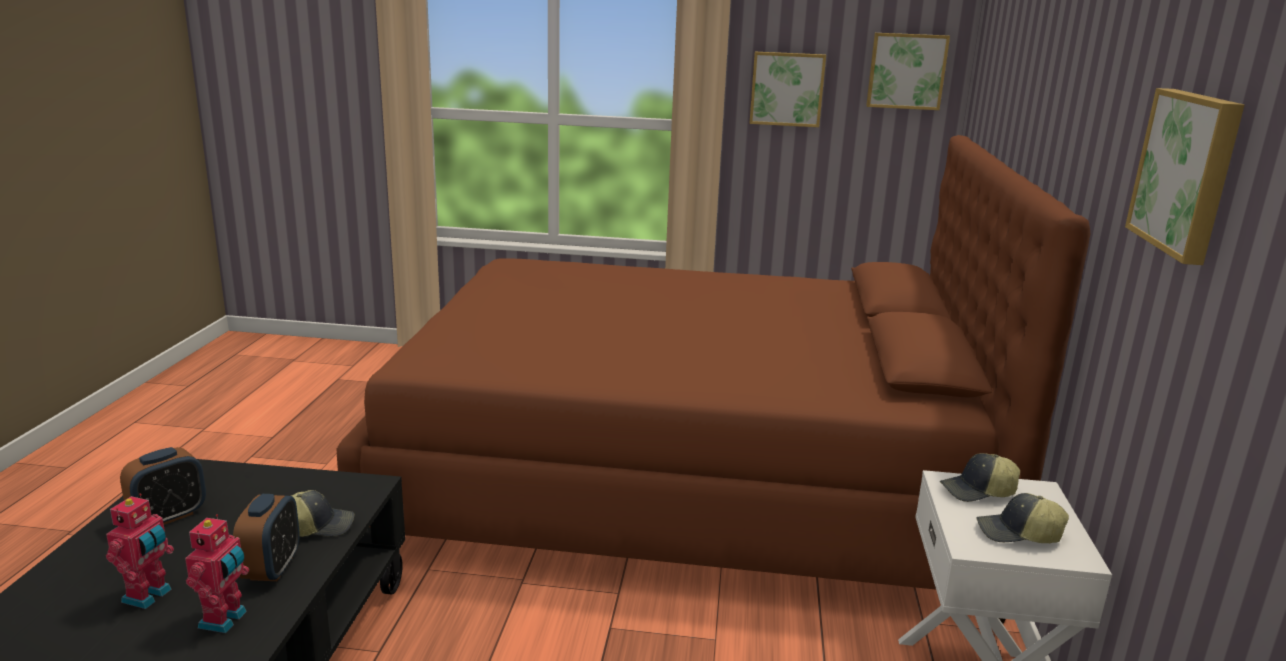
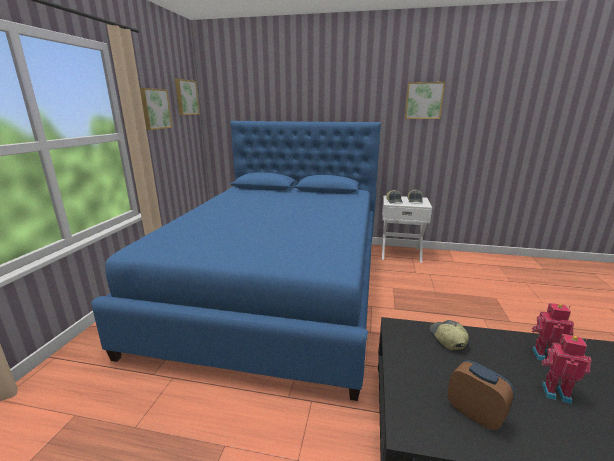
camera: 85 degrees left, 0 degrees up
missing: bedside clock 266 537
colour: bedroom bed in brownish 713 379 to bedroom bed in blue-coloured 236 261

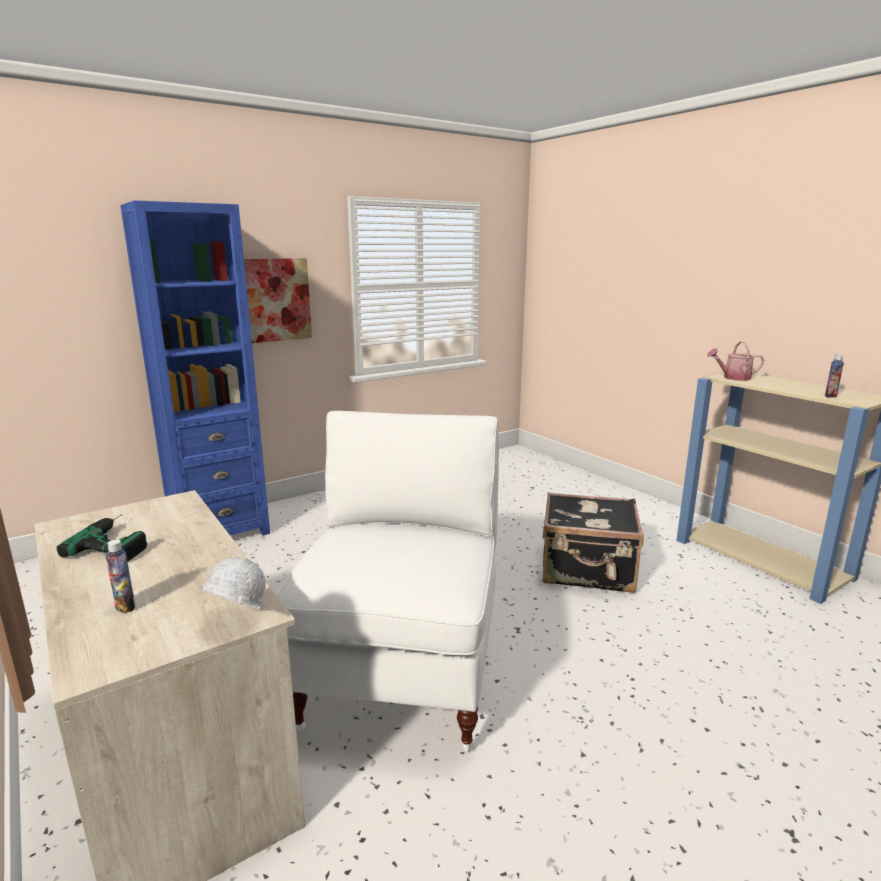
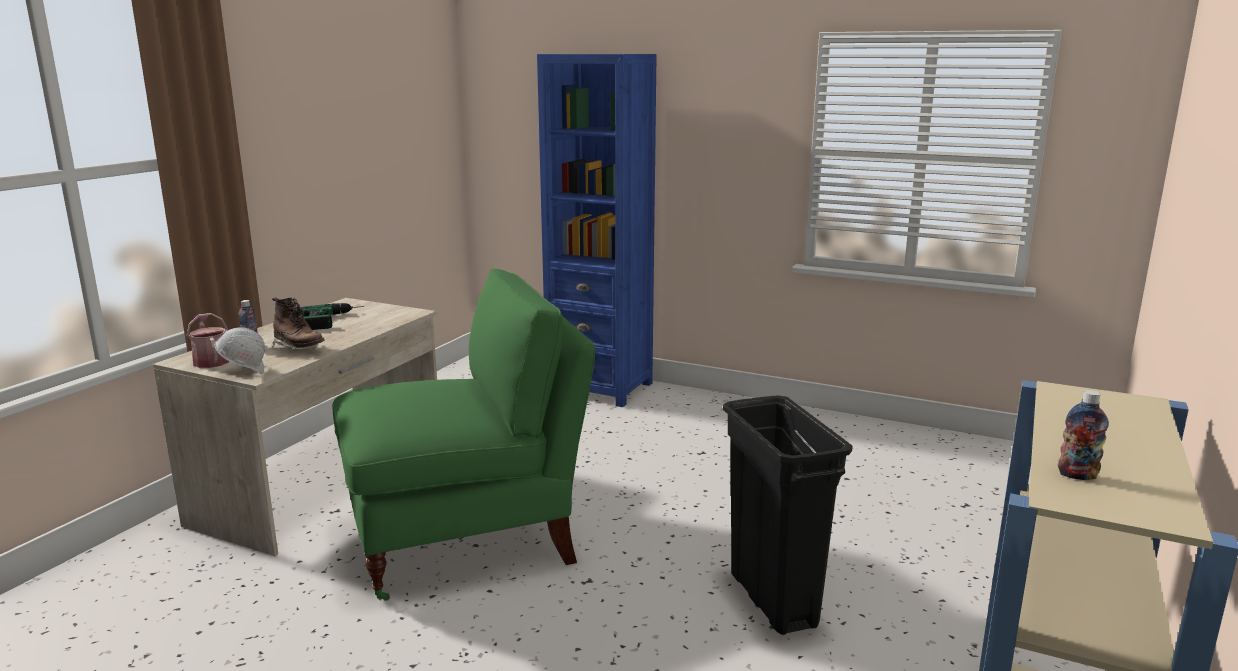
camera: 60 degrees right, 0 degrees up
missing: wall picture 278 300
appeared: boot in brownish 298 323
relocated: watering pot 735 361 to 208 340
exchanged: piece of luggage in blackish 593 542 to rubbish bin in blackish 788 515
colour: plain chair in white 387 581 to plain chair in greenish 463 435

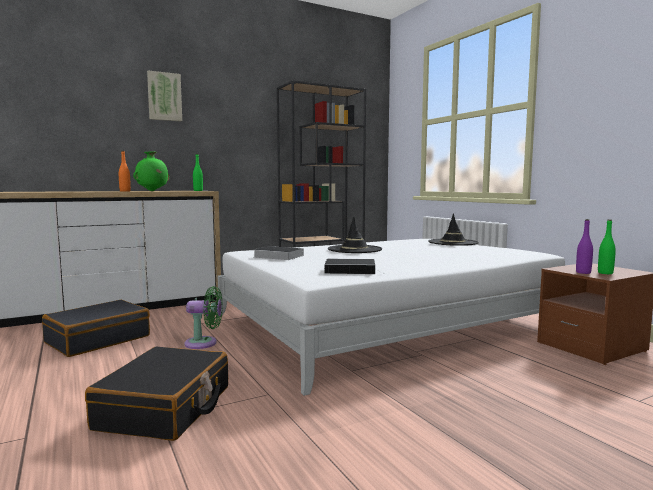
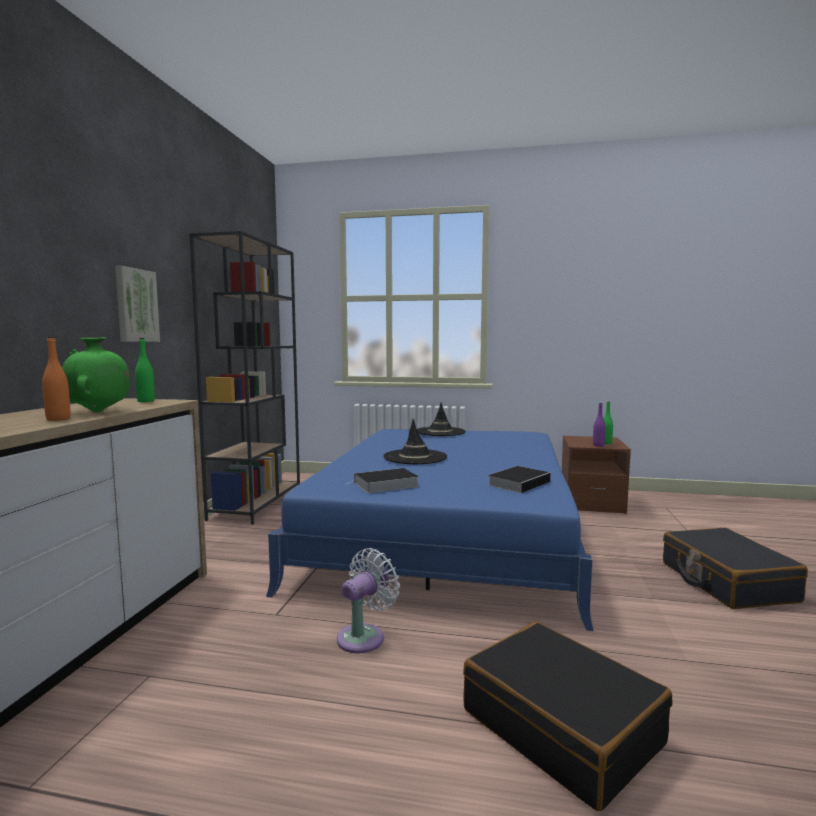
camera: 50 degrees left, 0 degrees up
relocated: wall picture 164 96 to 137 304; piece of luggage in blackish 96 328 to 735 568
colour: bedroom bed in white 391 317 to bedroom bed in blue-coloured 430 530; electric fan in greenish 203 317 to electric fan in white 368 600

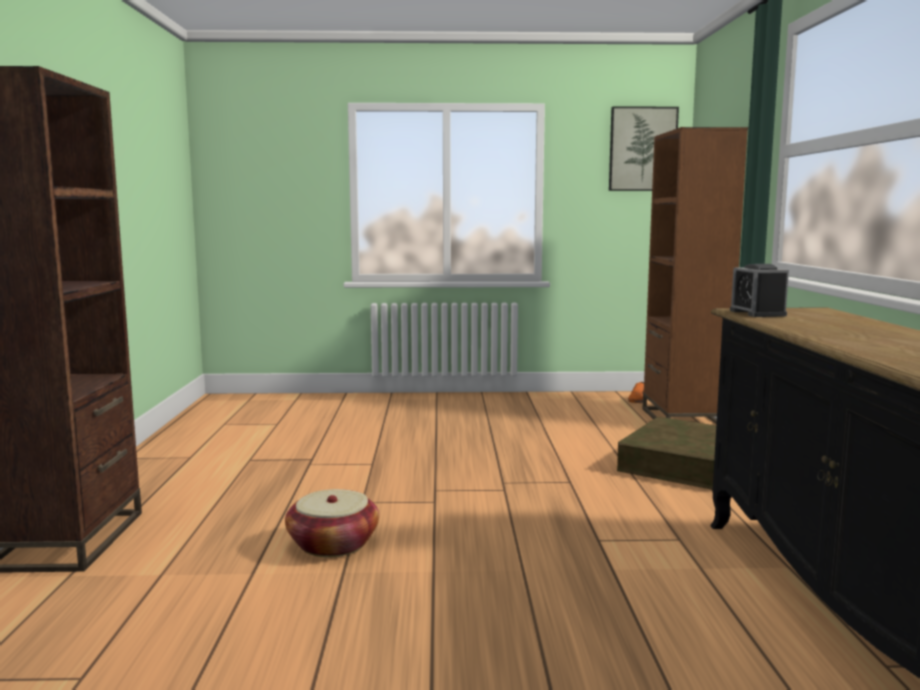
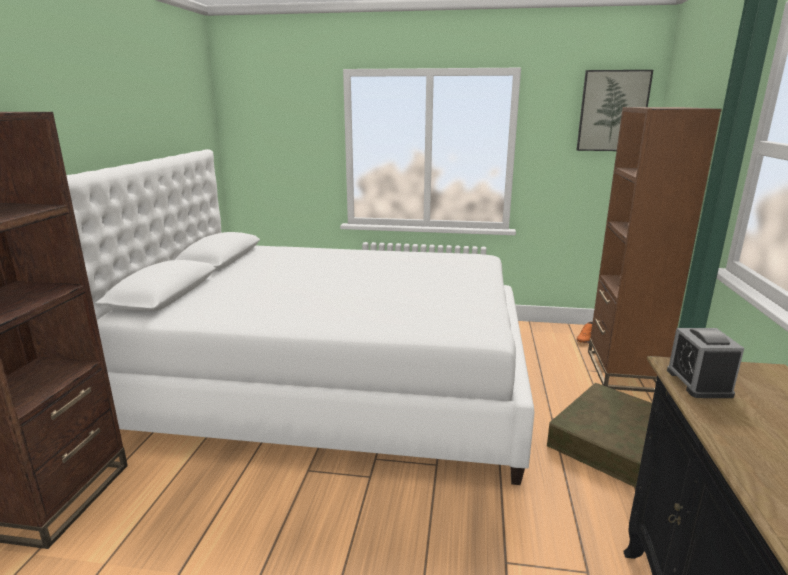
camera: 10 degrees right, 10 degrees up
missing: household basket 332 523
appeared: bedroom bed in white 300 317

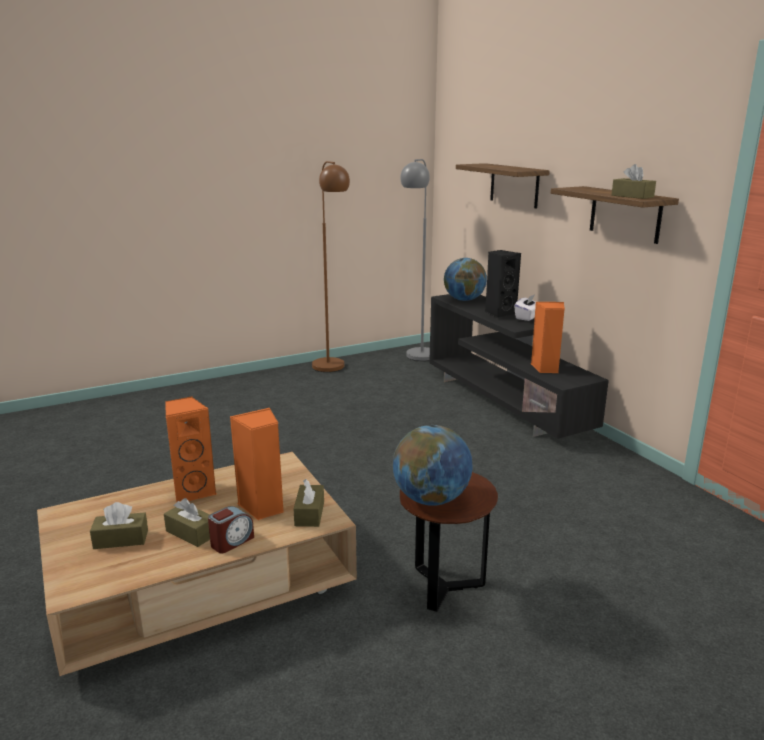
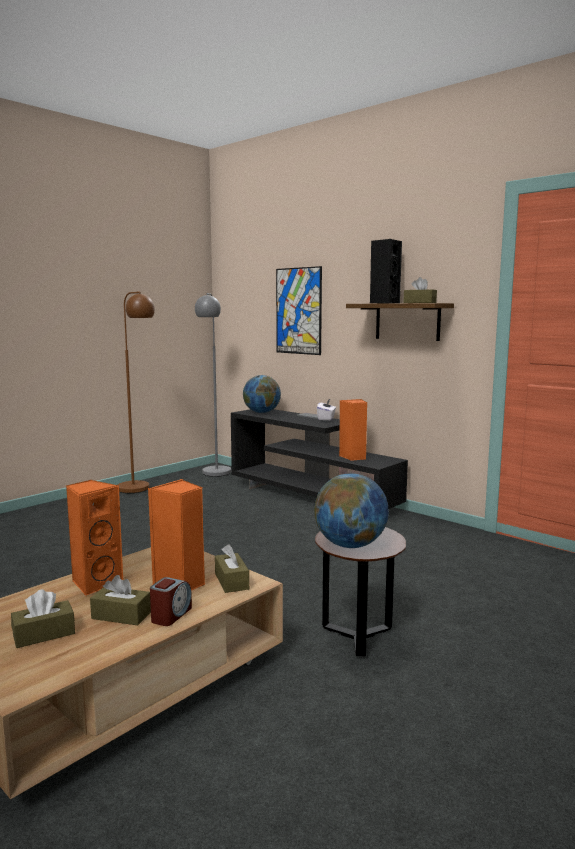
camera: 20 degrees left, 10 degrees down
relocated: audio speaker in blackish 503 284 to 386 271
exchanged: wall shelf 503 185 to wall picture 299 310

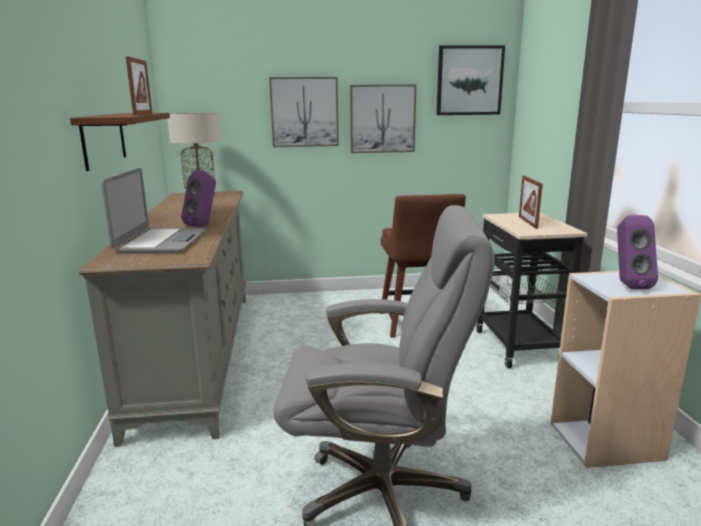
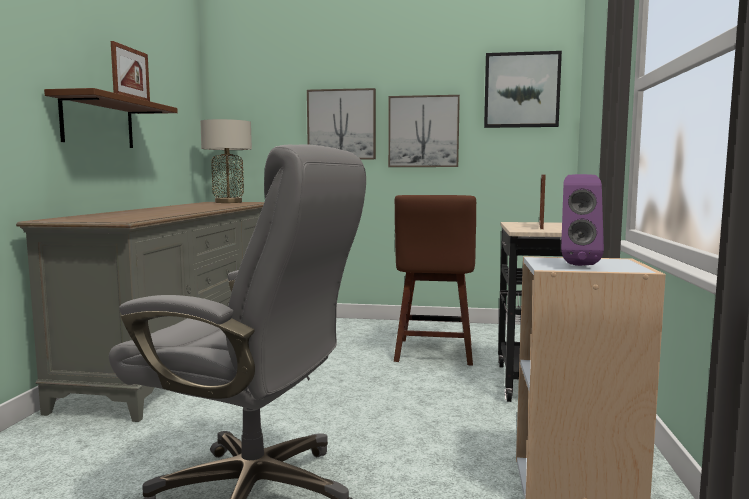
camera: 15 degrees right, 10 degrees down
missing: laptop 154 211; audio speaker in purple 198 198

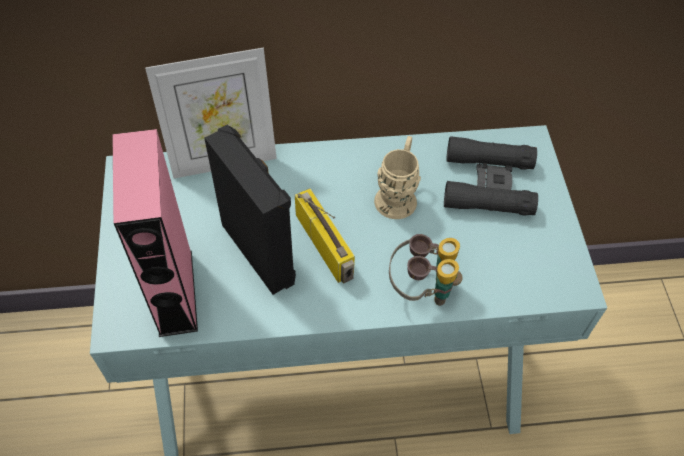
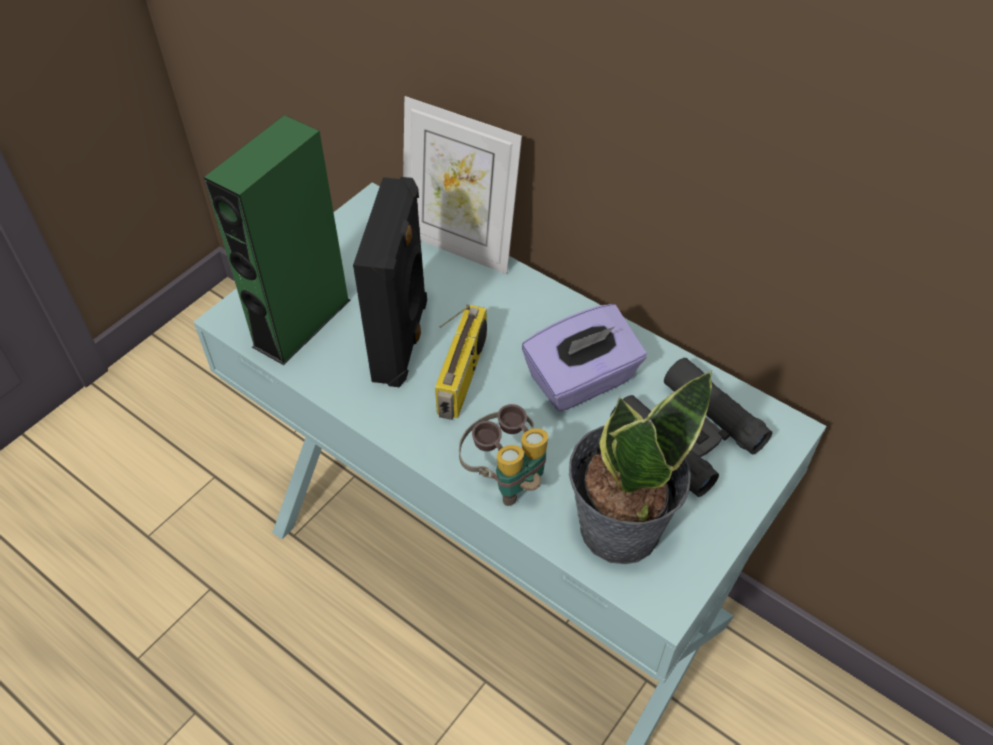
camera: 45 degrees right, 5 degrees down
appeared: plant in a pot 640 467
exchanged: tea mug in beige-coloured 397 177 to box of tissues in purple 584 358
colour: audio speaker in pinkish 155 233 to audio speaker in greenish 277 240

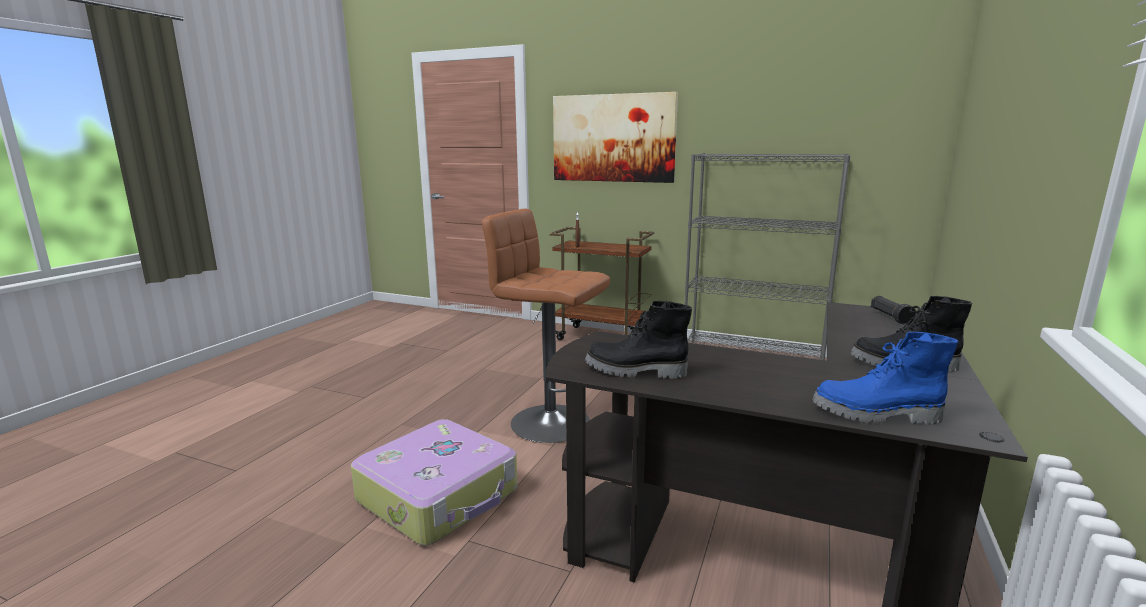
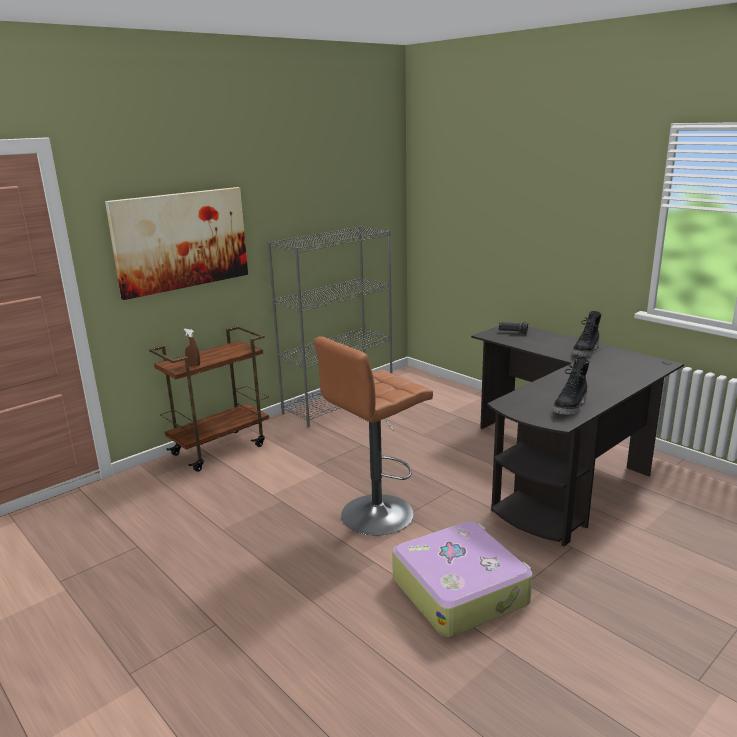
camera: 65 degrees left, 5 degrees up
missing: boot in blue-coloured 885 378

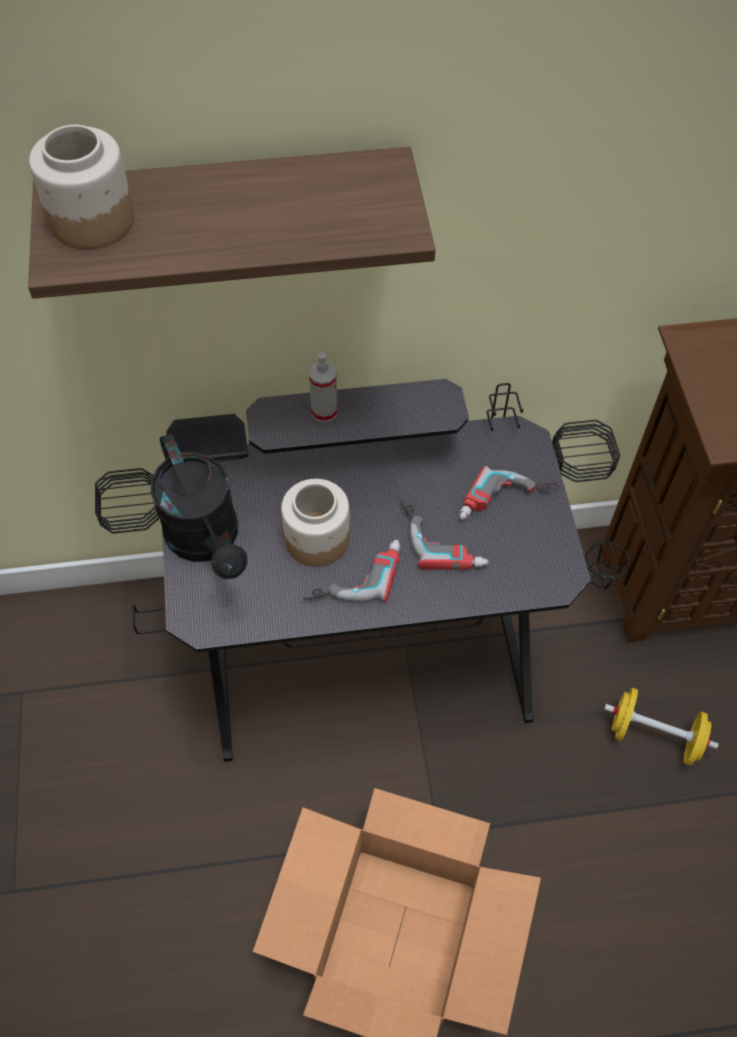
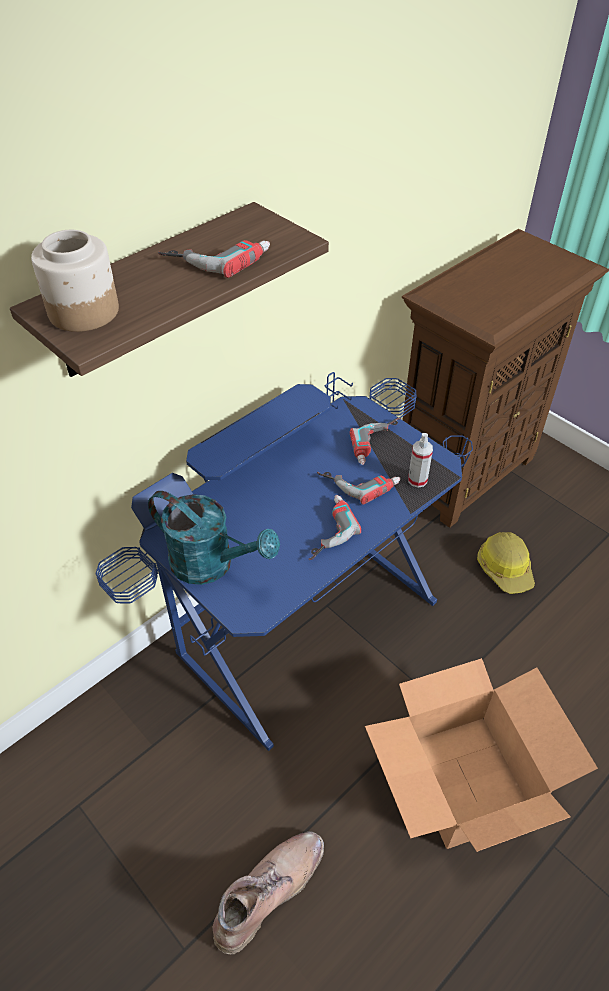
camera: 35 degrees left, 10 degrees down
missing: jar 315 523
appeared: drill 214 259; boot in brownish 268 892
relocated: hand sprayer 323 388 to 420 460
exchanged: dumbbell in yellow 661 727 to work helmet 506 563
colour: desk table in blackish 363 570 to desk table in blue-coloured 284 561; watering pot in blackish 199 507 to watering pot in turquoise-coloured 214 538

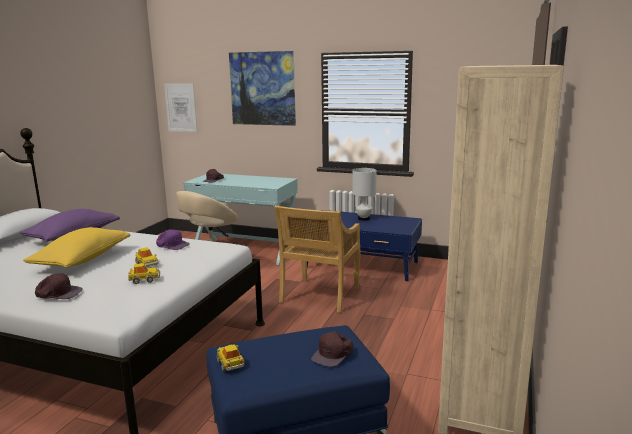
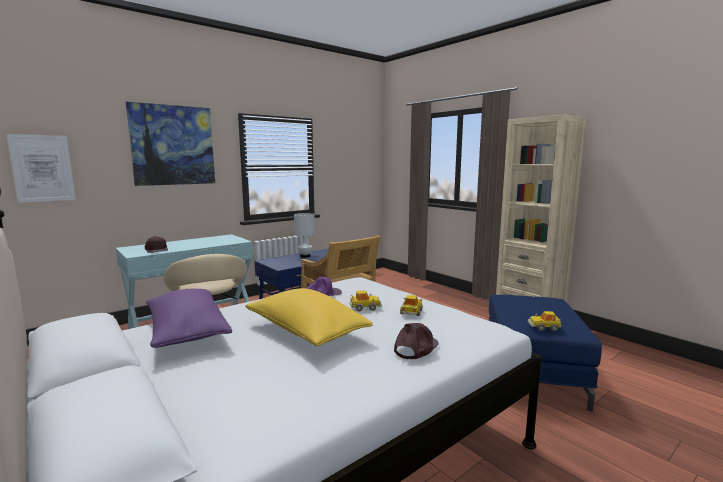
camera: 60 degrees left, 5 degrees down
missing: cap in brownish 332 349

